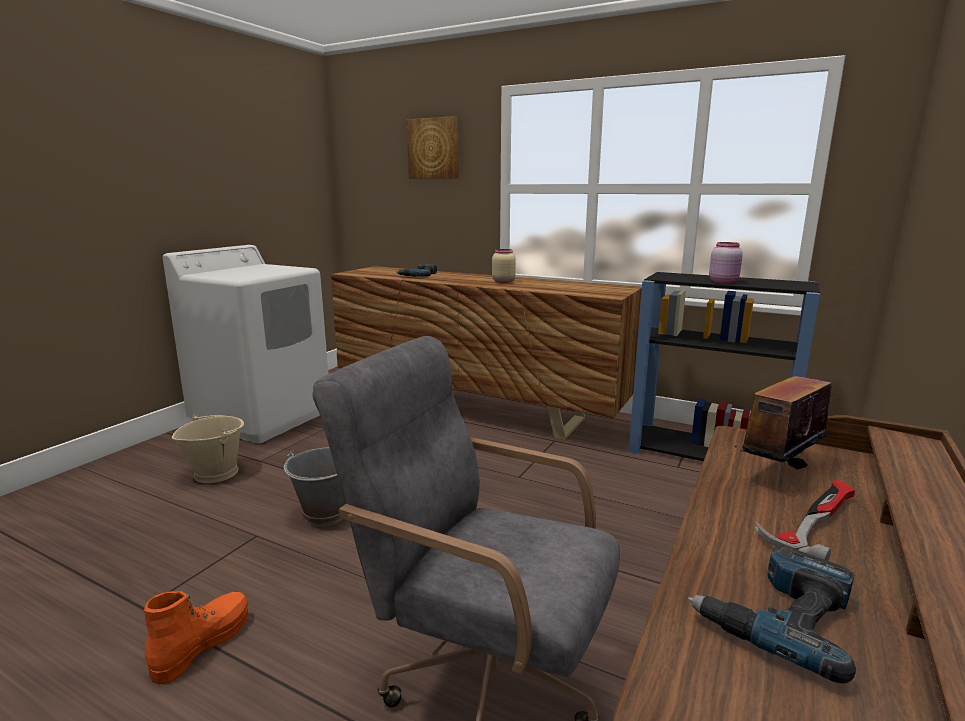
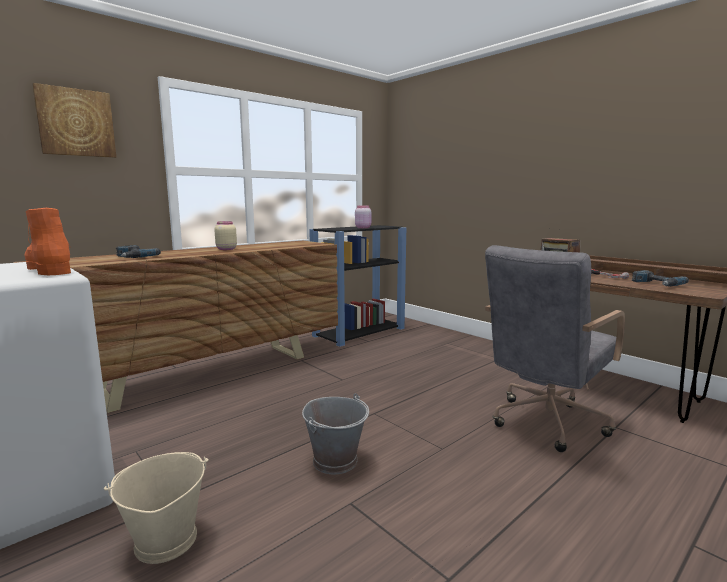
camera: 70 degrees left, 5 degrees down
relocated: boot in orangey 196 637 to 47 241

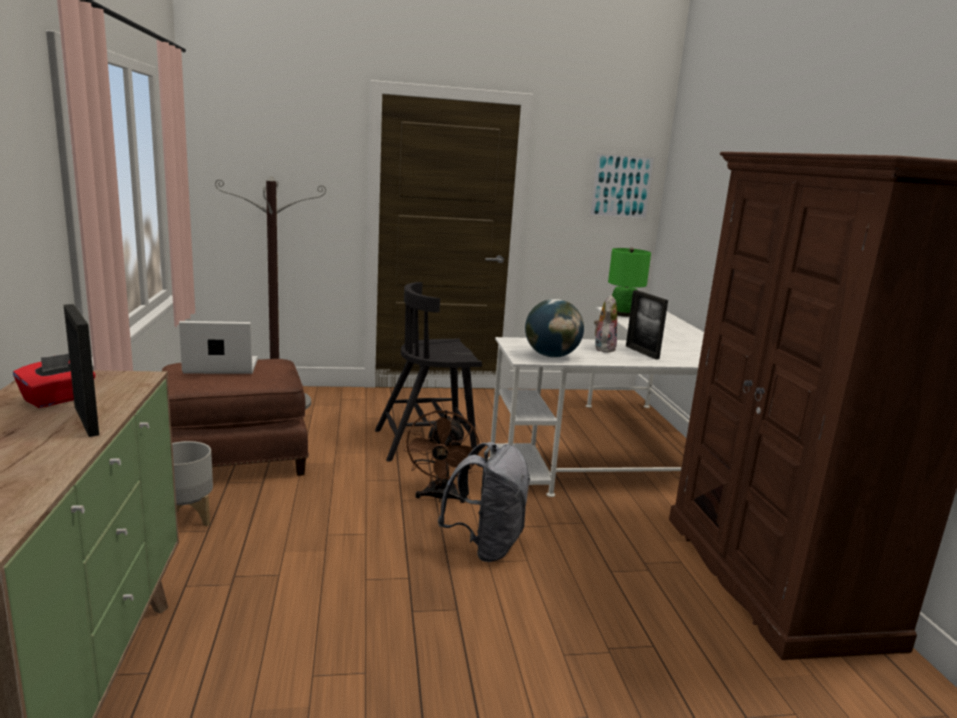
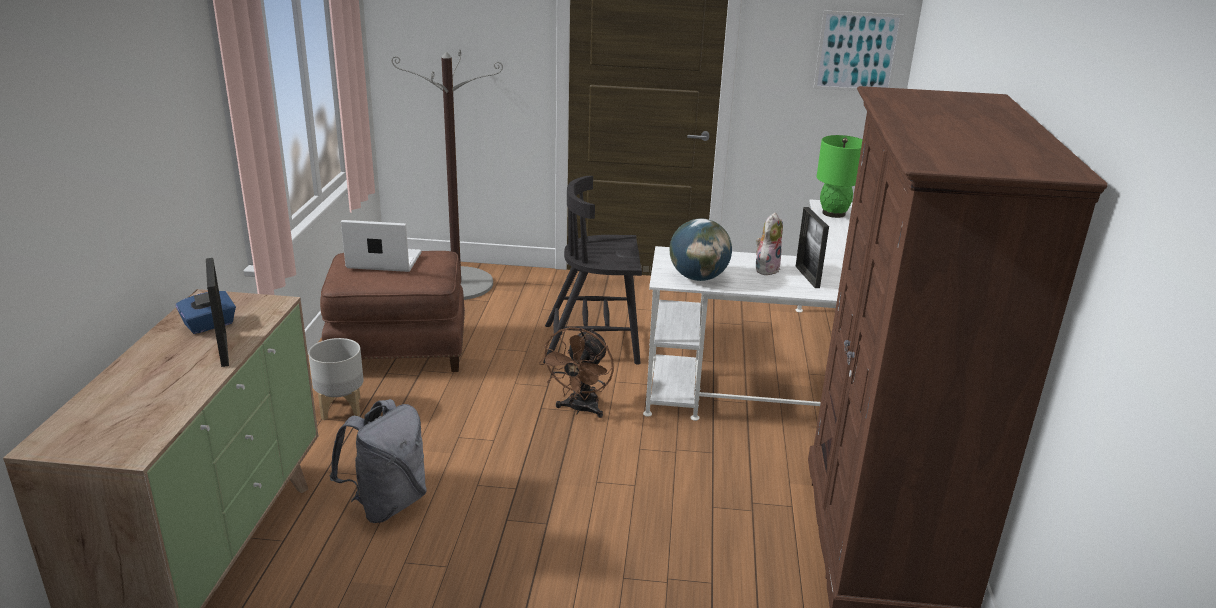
camera: 15 degrees right, 10 degrees up
relocated: backpack in greyish 484 502 to 378 461
colour: box of tissues in red-coloured 54 381 to box of tissues in blue-coloured 206 312

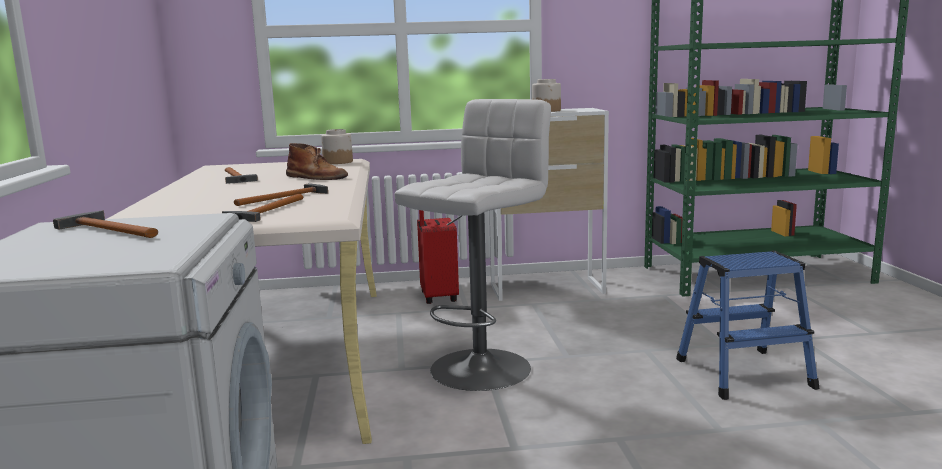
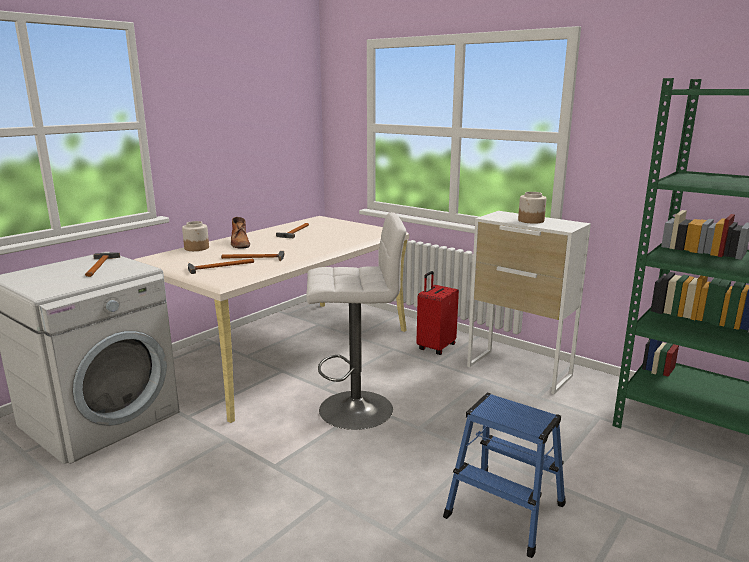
camera: 45 degrees right, 5 degrees up
relocated: jar 337 146 to 195 236; boot in brownish 317 161 to 240 233

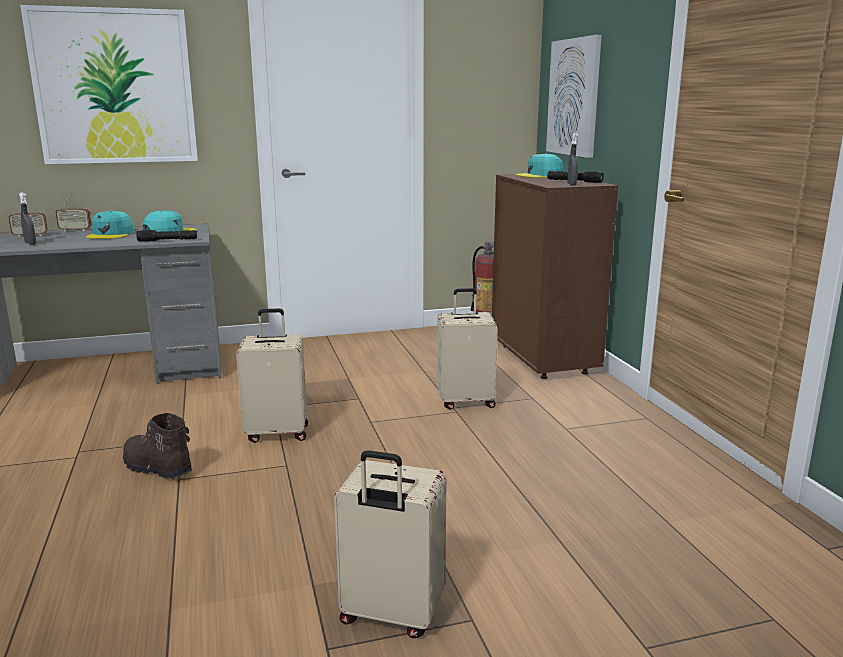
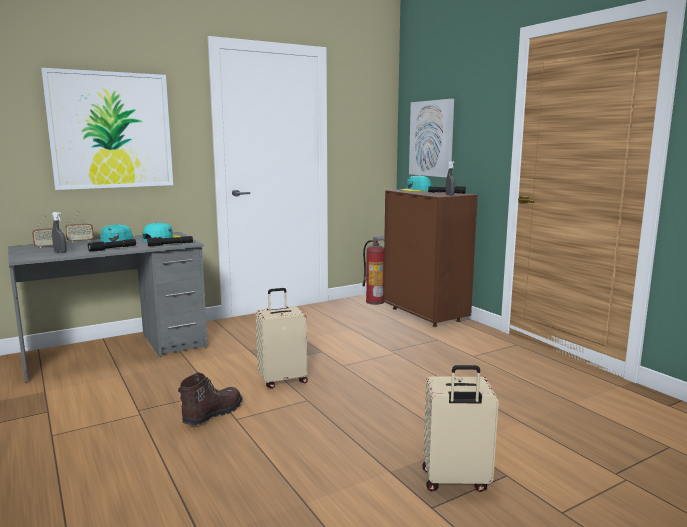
camera: 15 degrees left, 5 degrees down
missing: piece of luggage in beige-coloured 467 349
appeared: hand torch in blackish 112 245
spun: boot in brownish 157 446 = 210 398 105 degrees clockwise

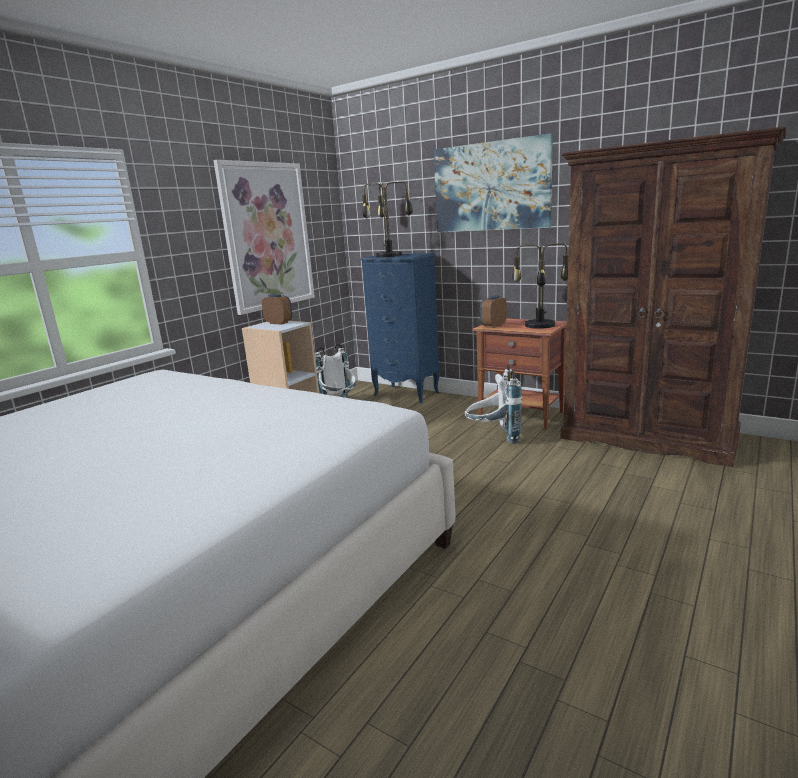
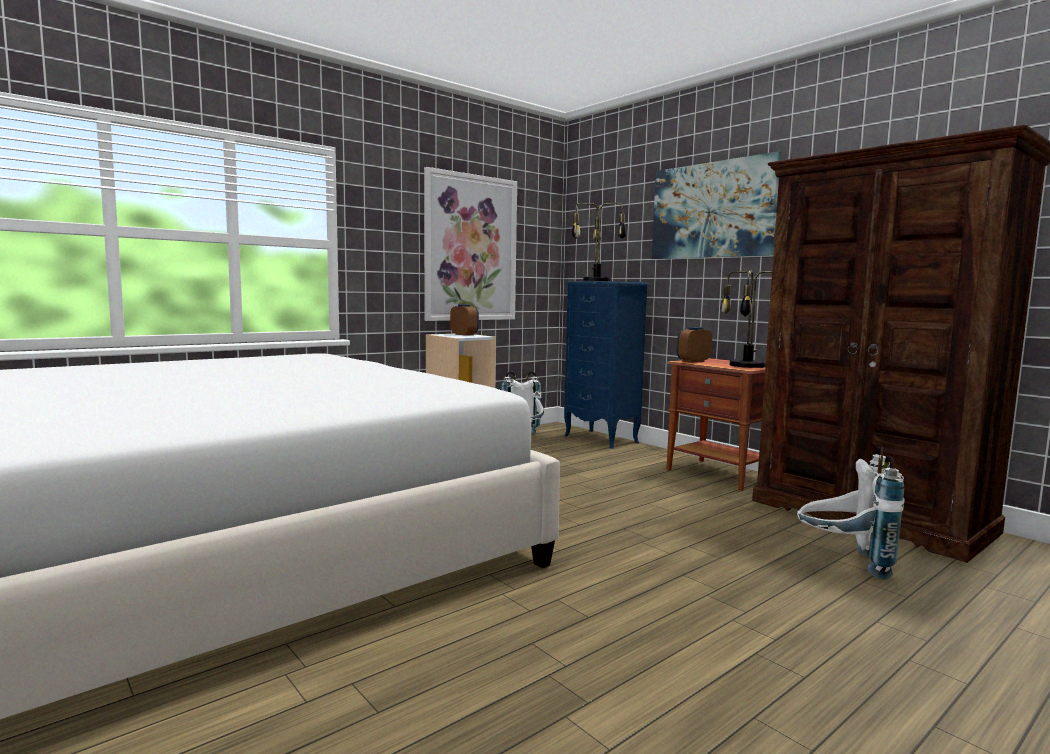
camera: 15 degrees right, 10 degrees down
relocated: backpack in white 493 404 to 851 513

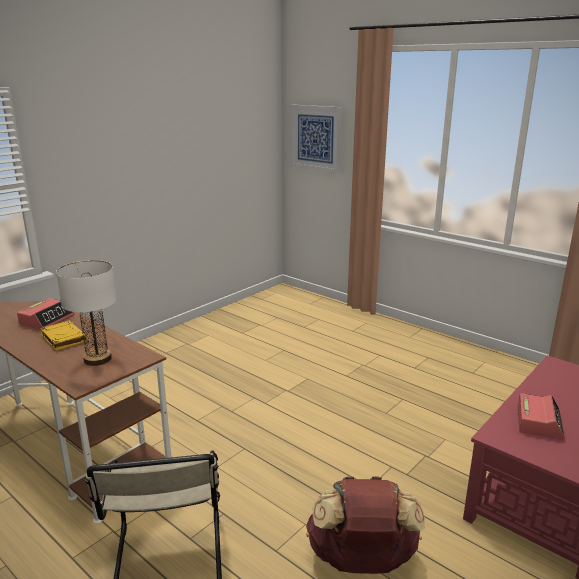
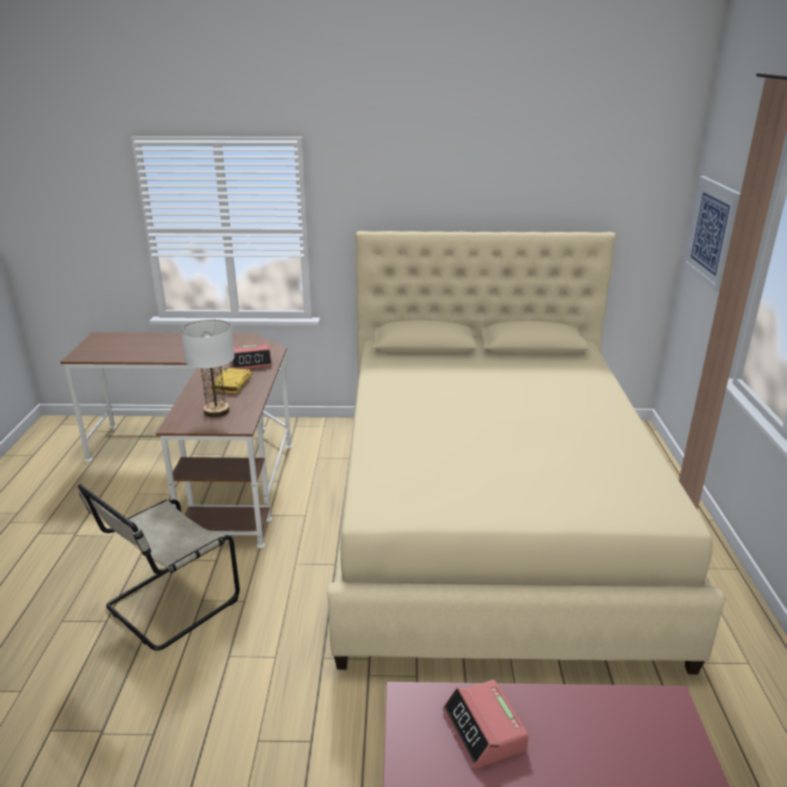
camera: 50 degrees right, 5 degrees up
missing: backpack in brownish 365 525
appeared: bedroom bed in beige-coloured 526 452
spun: bedside clock 541 416 = 486 724 90 degrees clockwise

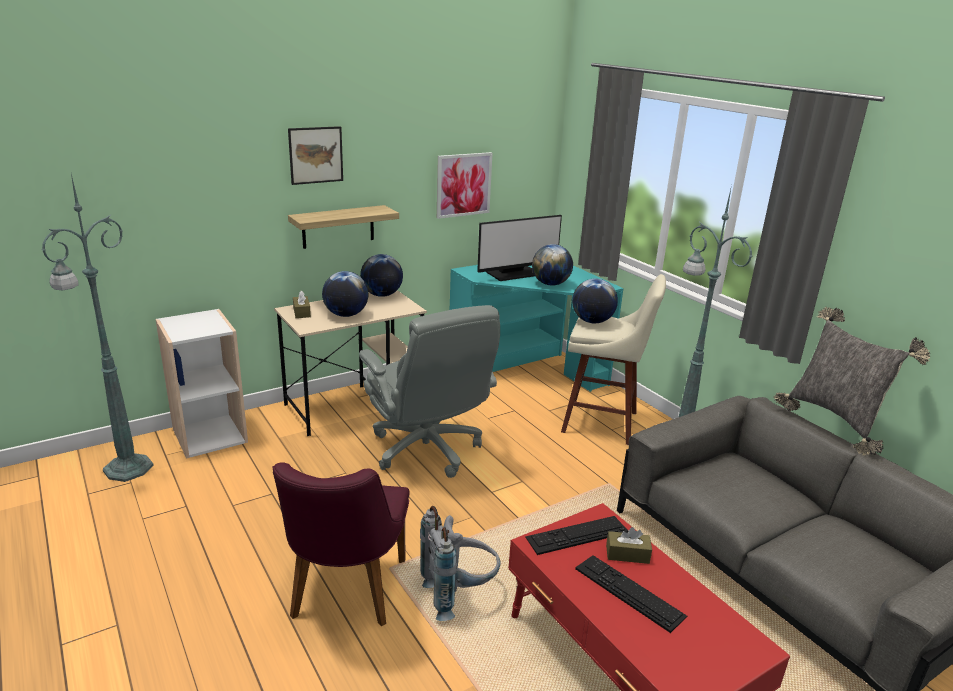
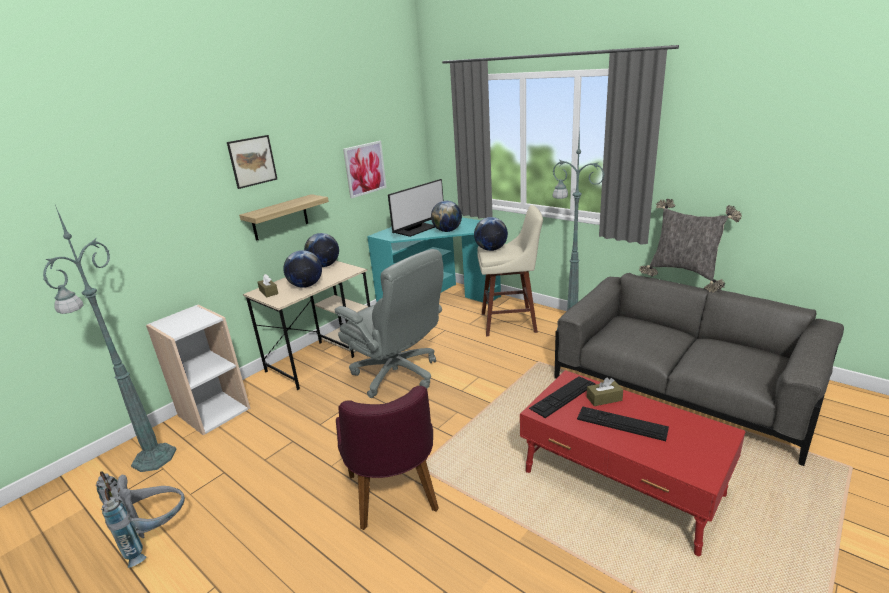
camera: 15 degrees left, 0 degrees up
relocated: backpack in greyish 460 563 to 140 519

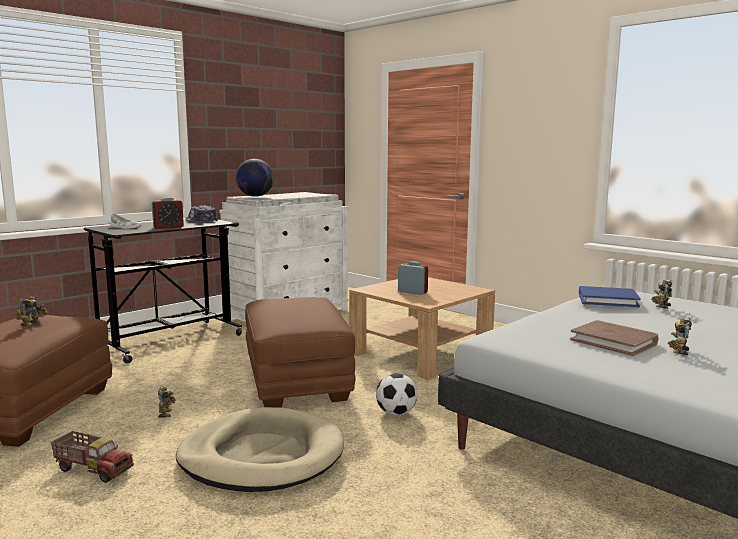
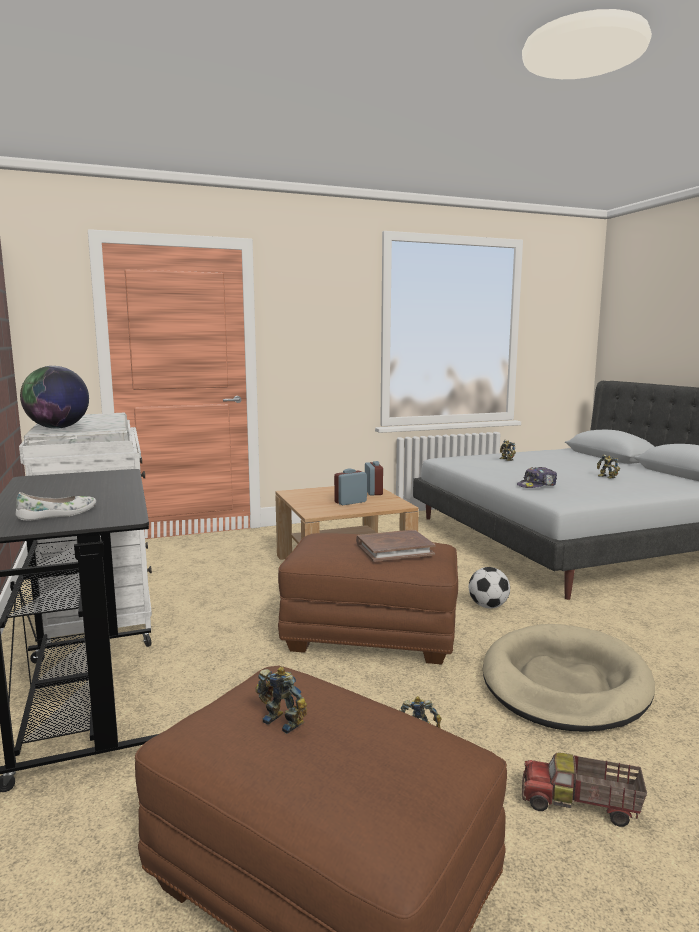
camera: 65 degrees left, 0 degrees up
missing: bound book in blue-coloured 610 296
relocated: bedside clock 168 213 to 374 478; cap 202 213 to 537 477; bound book in brownish 614 338 to 396 546
spun: toy truck 92 457 = 584 790 120 degrees counterclockwise

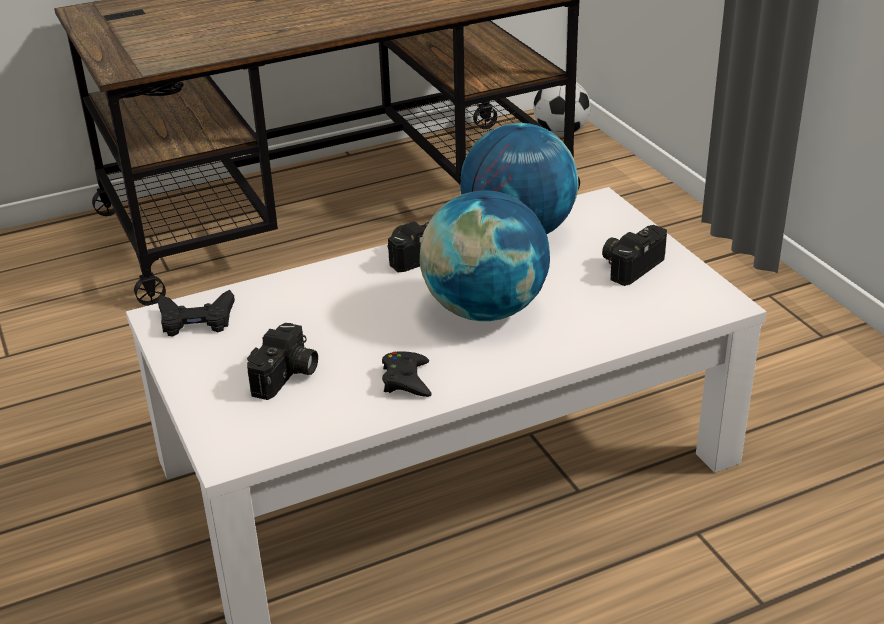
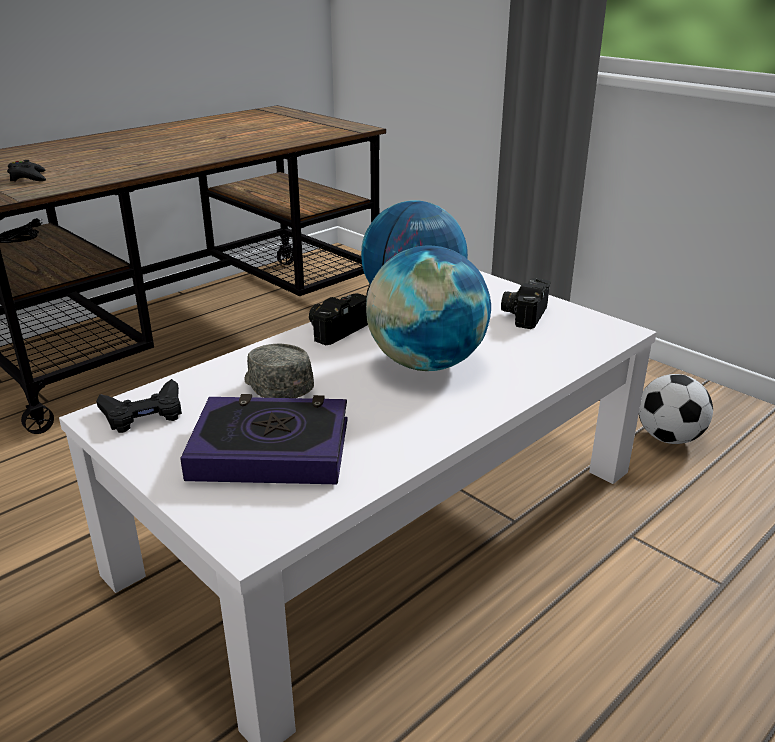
camera: 20 degrees left, 5 degrees down
appeared: cap in greyish 279 371
relocated: ball for football 562 109 to 676 409; game controller in blackish 407 374 to 26 171
exchanged: still camera 282 361 to bound book 264 439

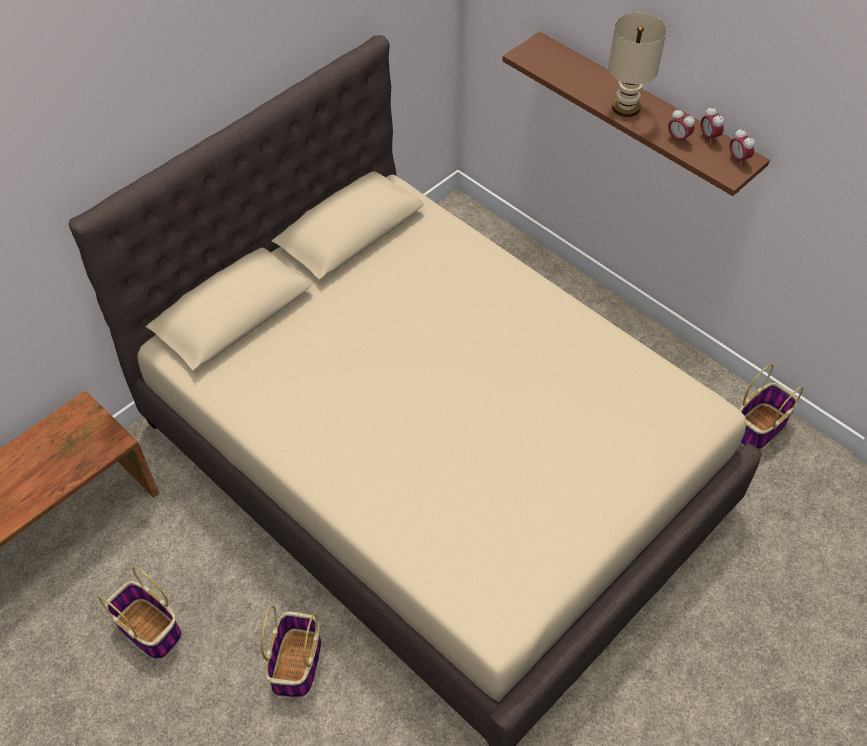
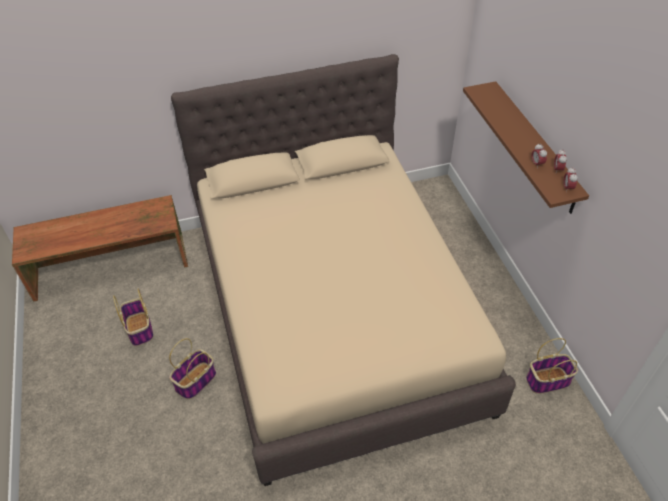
camera: 30 degrees right, 5 degrees down
missing: tabletop lamp in beige-coloured 637 65

